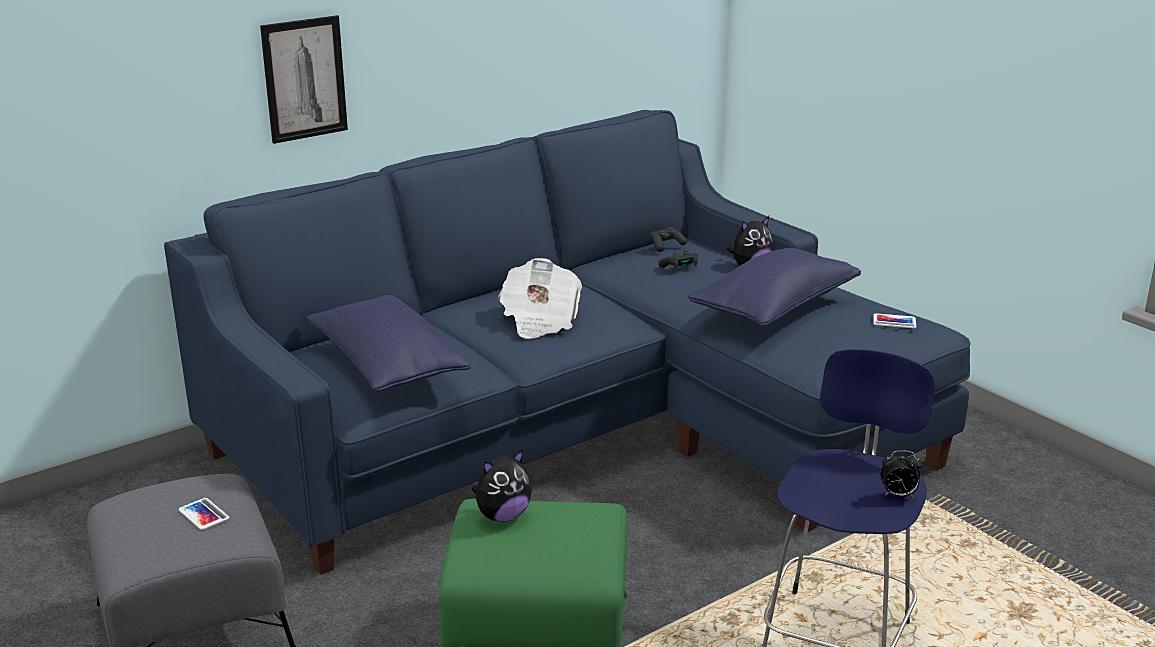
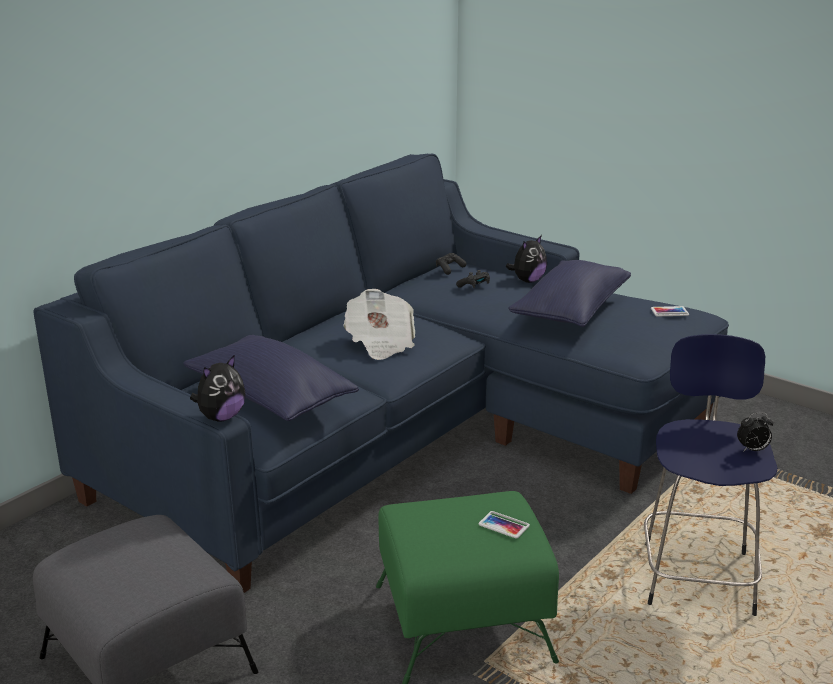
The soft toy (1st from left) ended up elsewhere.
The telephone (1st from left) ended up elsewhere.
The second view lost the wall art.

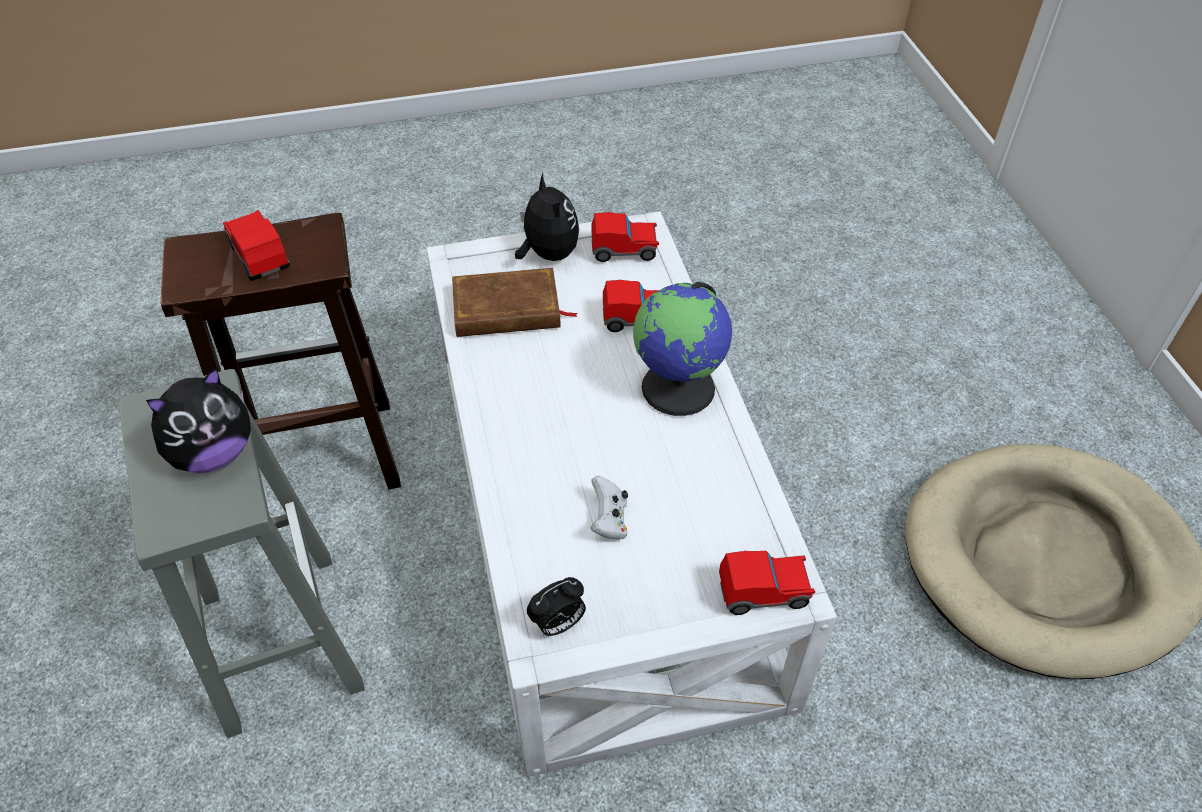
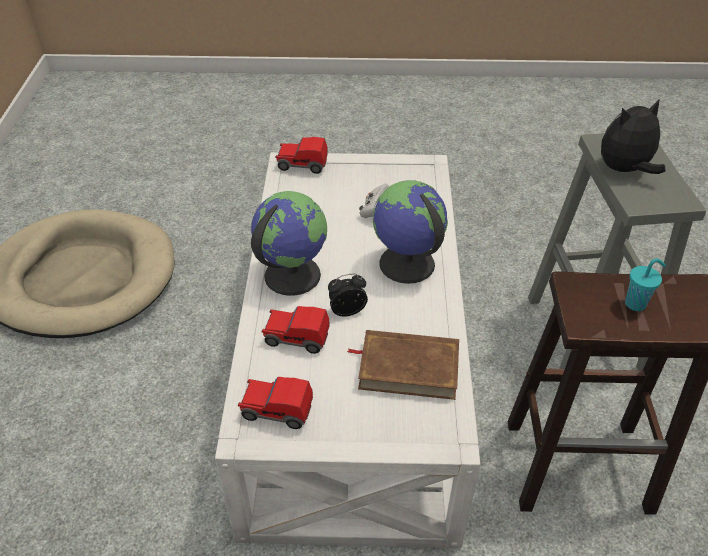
The bedside clock ended up elsewhere.
The second view gained the desk globe (2nd from left).
Where the toy car (1st from left) stood, the small cup (turquoise) came to stand.
The second view lost the soft toy (2nd from left).

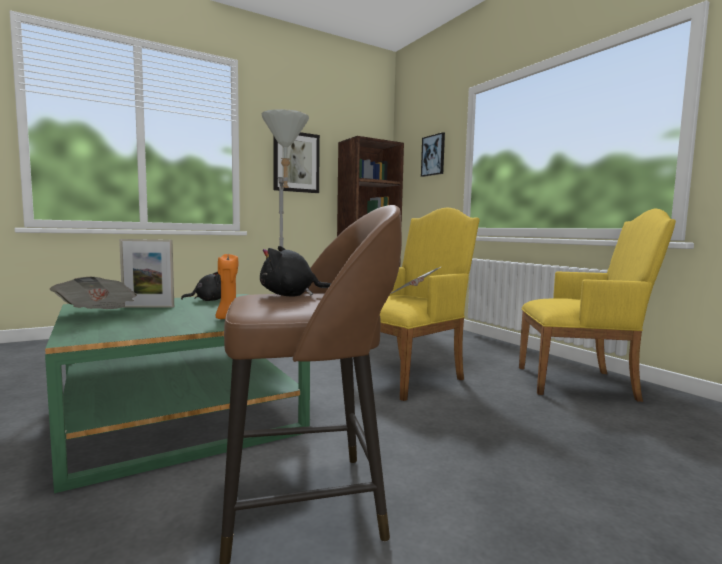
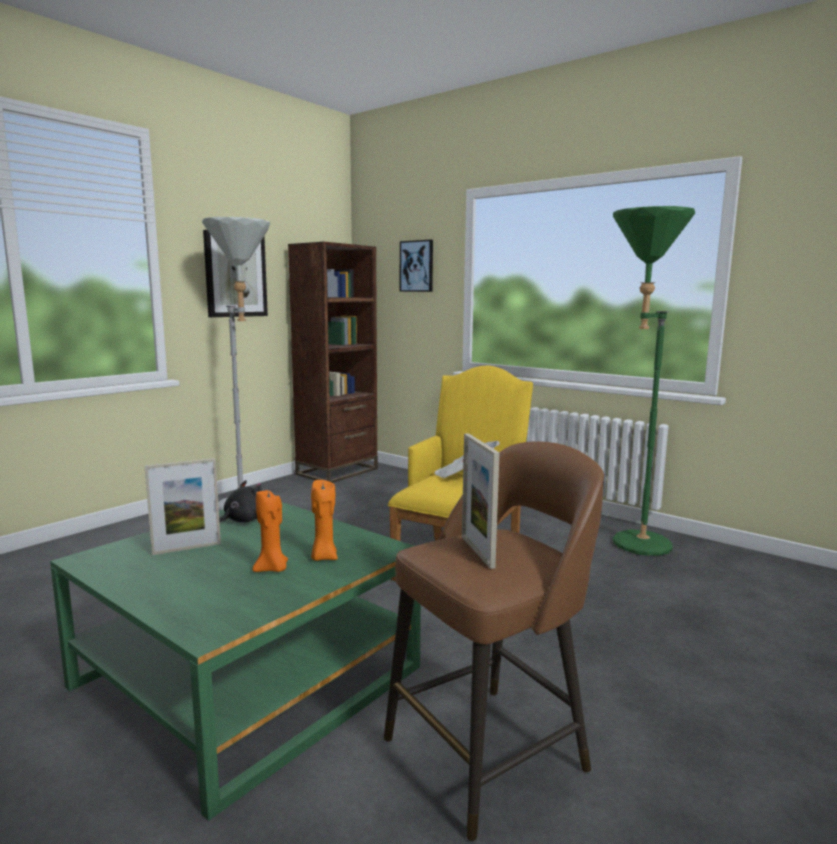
The second view gained the wax candle (orange-coloured) (1st from left).
Where the soft toy (blackish) (2nd from left) stood, the photo frame (2nd from left) came to stand.
Where the armchair (yellow) (2nd from left) stood, the standard lamp (greenish) came to stand.
The second view lost the printed paper (1st from left).

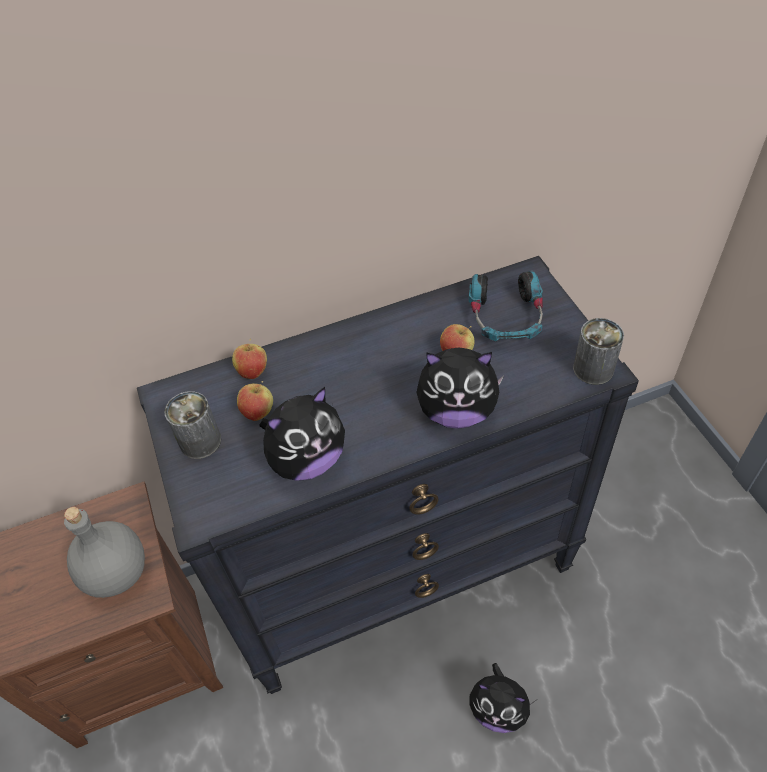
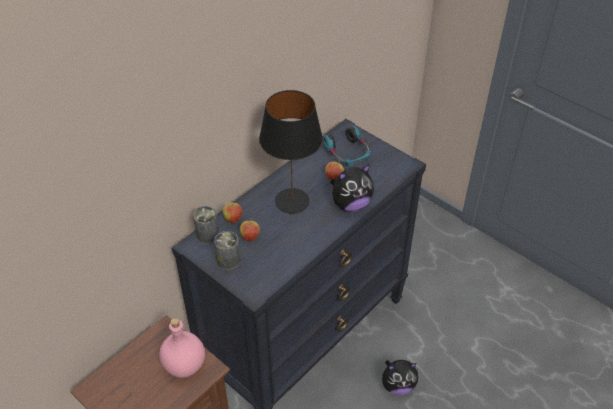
What was the drink bottle (grey) turned into the drink bottle (pink-coloured).
The can (2nd from left in the first image) ended up elsewhere.
The second view gained the lamp for a table (blackish).
The second view lost the soft toy (1st from left).

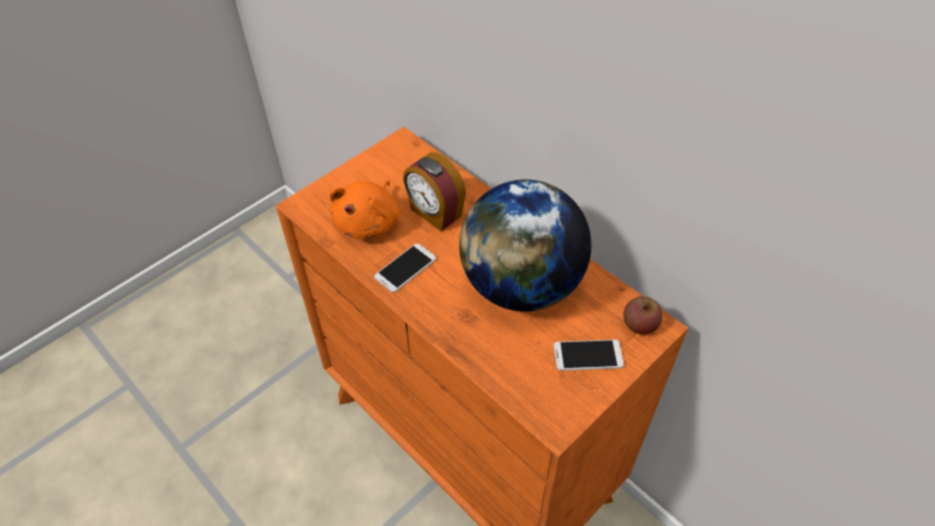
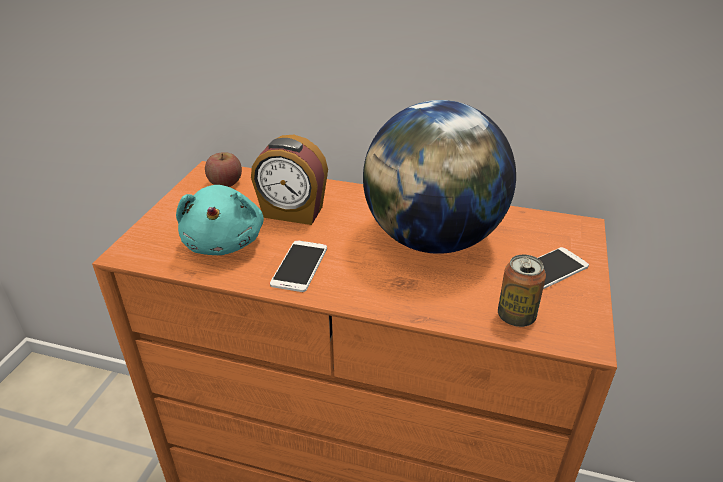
What was the soft toy (orange-coloured) turned into the soft toy (turquoise).
The apple ended up elsewhere.
The second view gained the can.

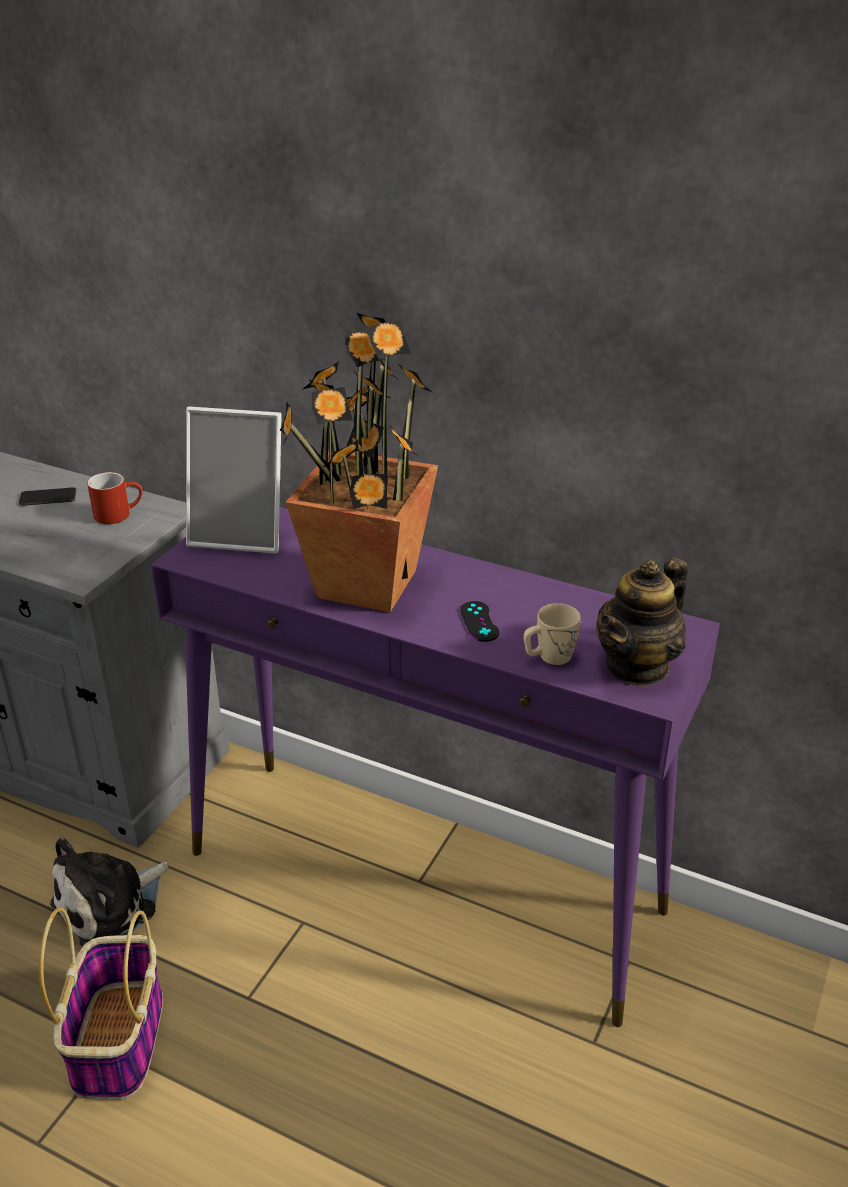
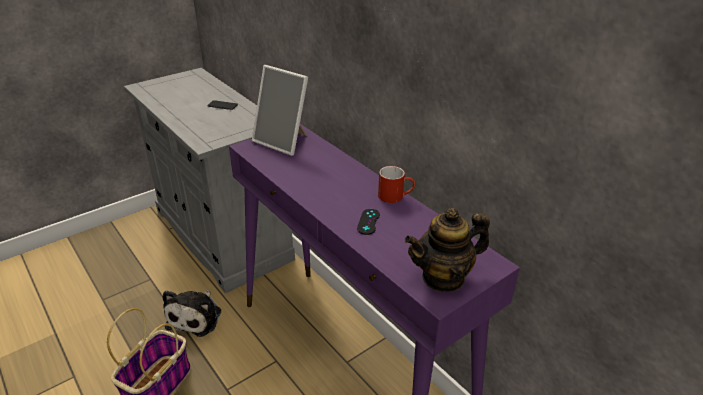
The soft toy ended up facing another way, 60 degrees counterclockwise from before.
The mug (reddish) ended up elsewhere.
The second view lost the plant in a pot.
The second view lost the mug (beige).

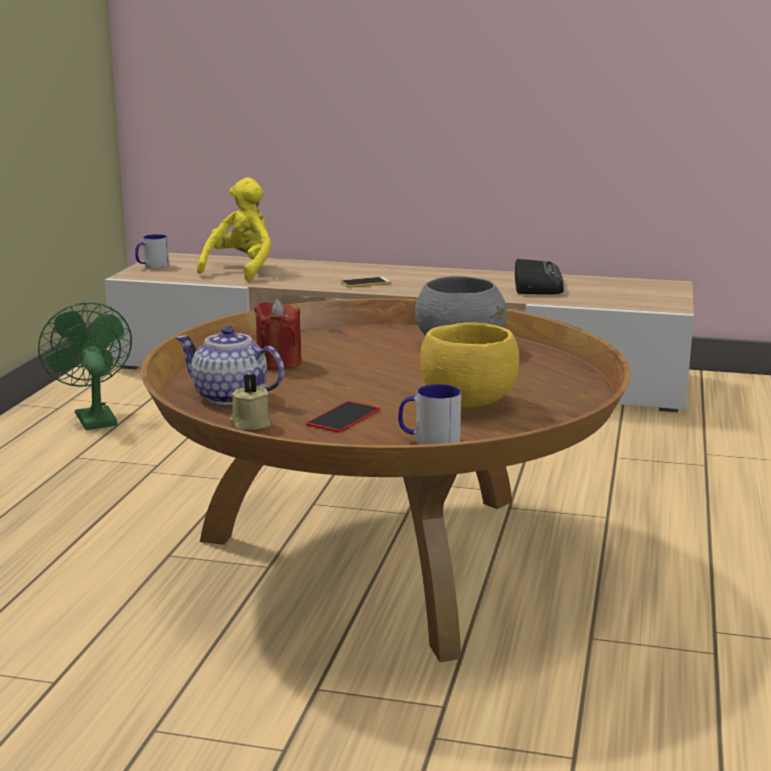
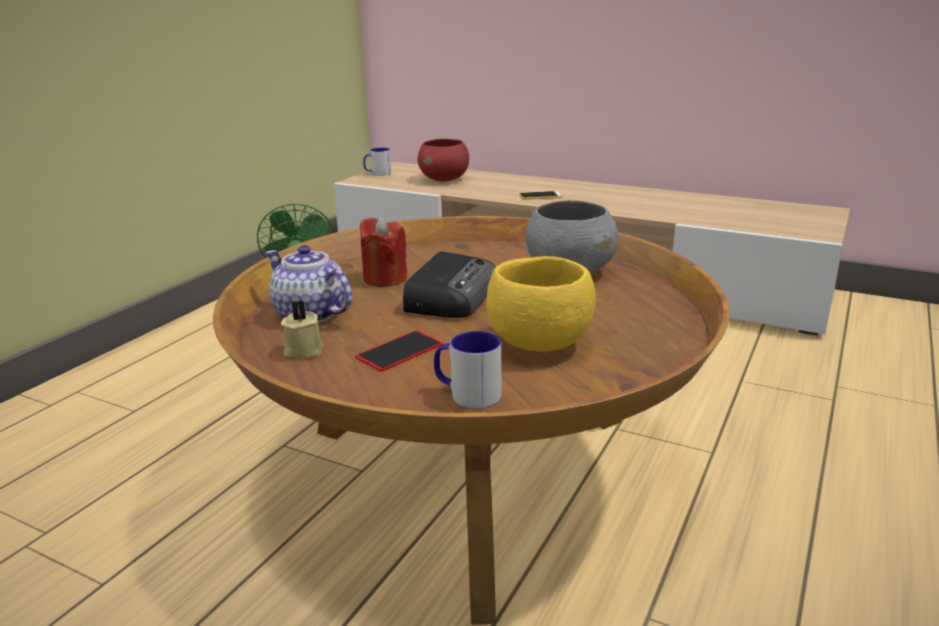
The radio ended up elsewhere.
Where the soft toy (yellow) stood, the serving bowl (reddish) came to stand.

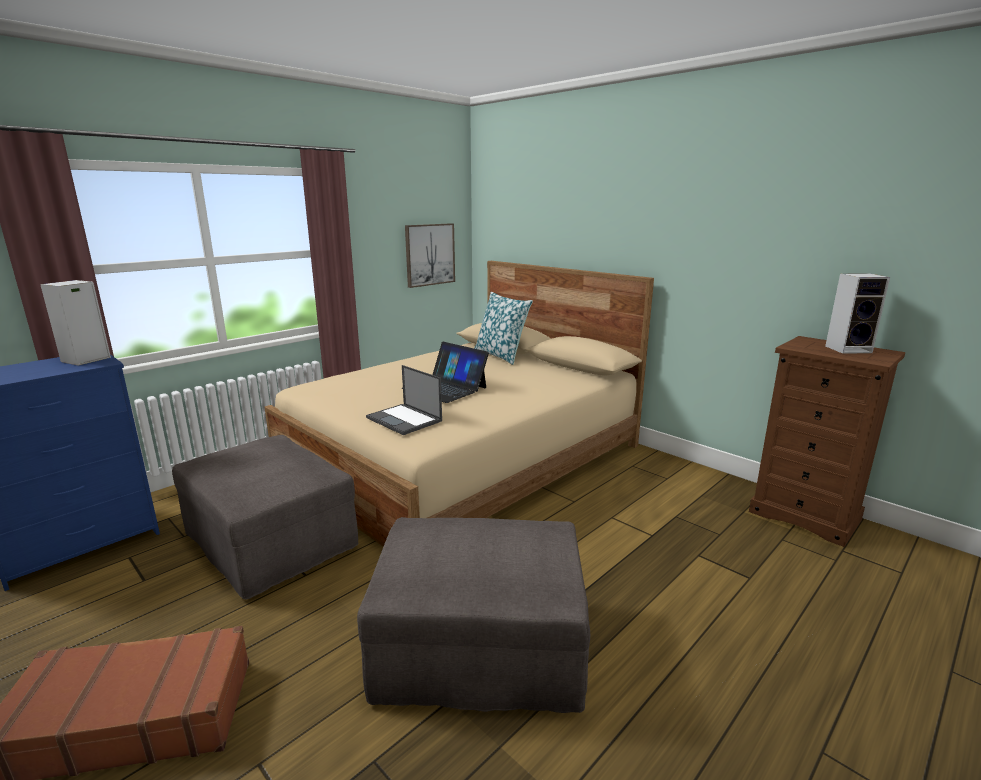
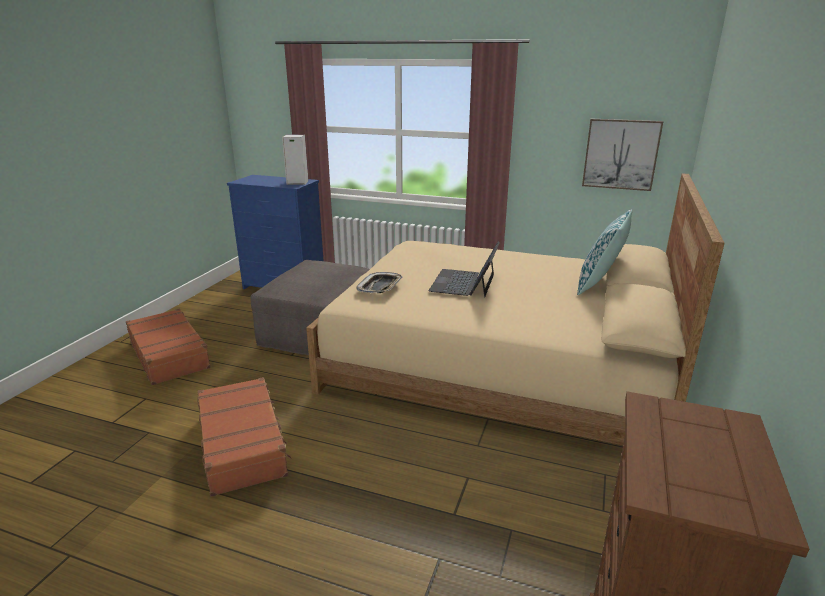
Where the footrest (grey) (2nd from left) stood, the travel case (brown) (2nd from left) came to stand.
Where the portable computer (1st from left) stood, the serving tray came to stand.
The second view lost the loudspeaker (2nd from left).

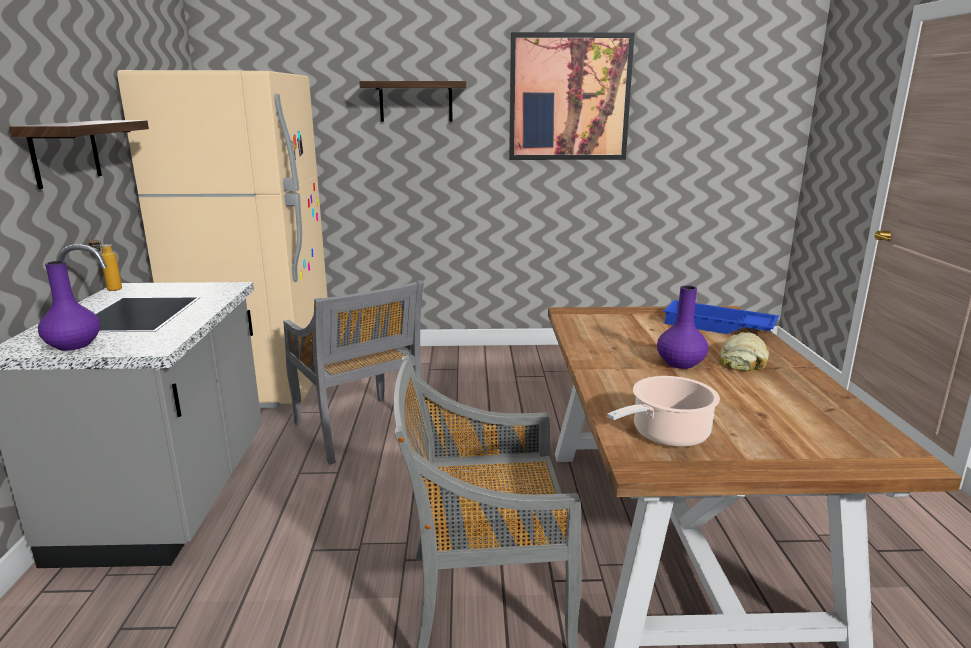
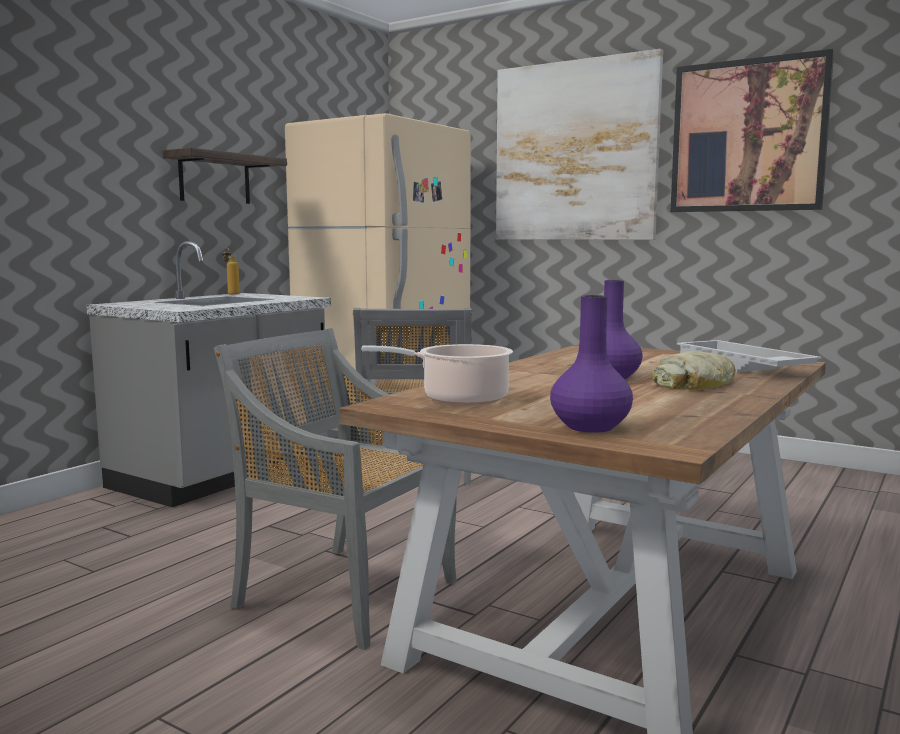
Where the shelf (2nd from left) hung, the wall art (1st from left) came to hang.
The vase (purplish) (1st from left) ended up elsewhere.
What was the serving tray (blue-coloured) turned into the serving tray (whitish).

